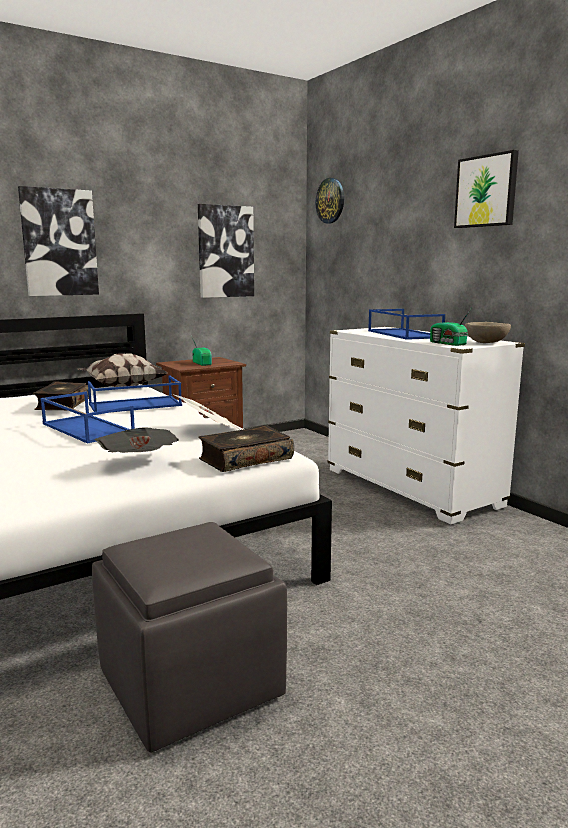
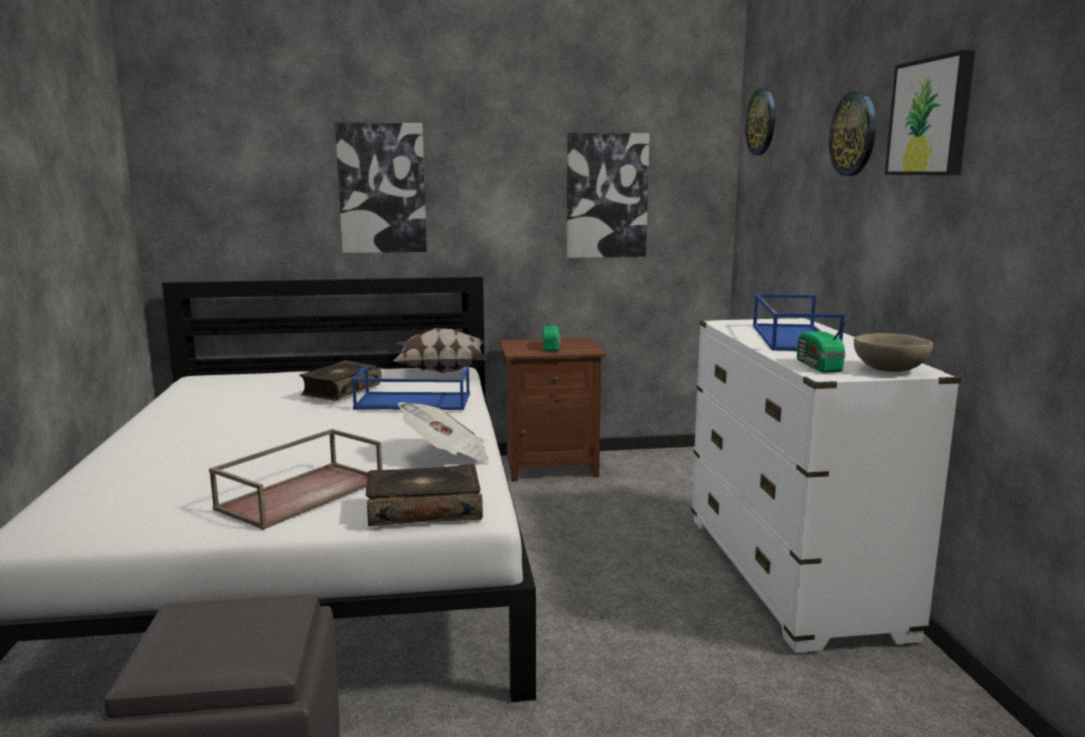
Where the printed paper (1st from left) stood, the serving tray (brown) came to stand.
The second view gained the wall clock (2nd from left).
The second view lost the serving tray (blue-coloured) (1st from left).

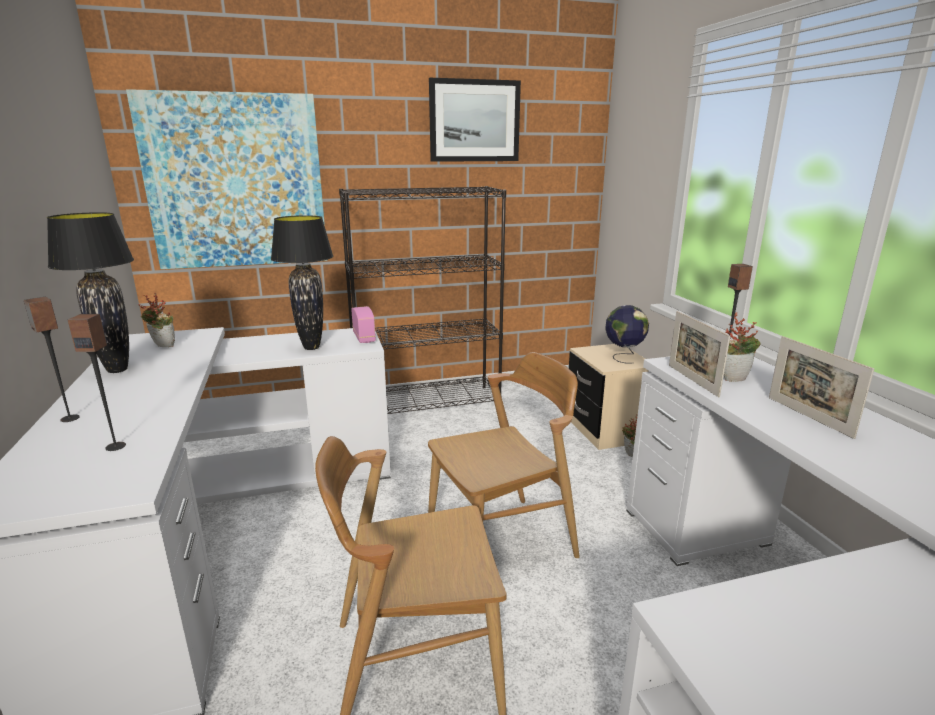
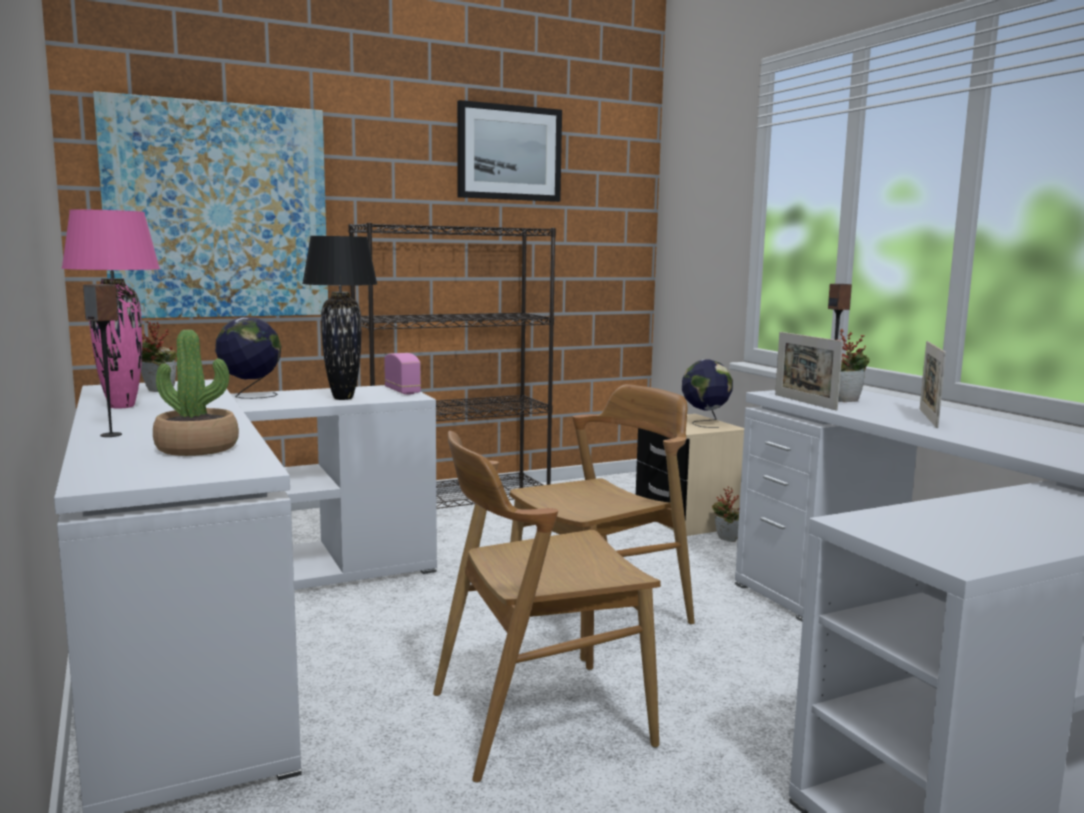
What was the lamp for a table (blackish) (1st from left) turned into the lamp for a table (pink-coloured).
Where the loudspeaker (2nd from left) stood, the plant in a pot (2nd from left) came to stand.
The second view gained the desk globe (1st from left).
The photo frame (2nd from left) ended up facing another way, 45 degrees clockwise from before.

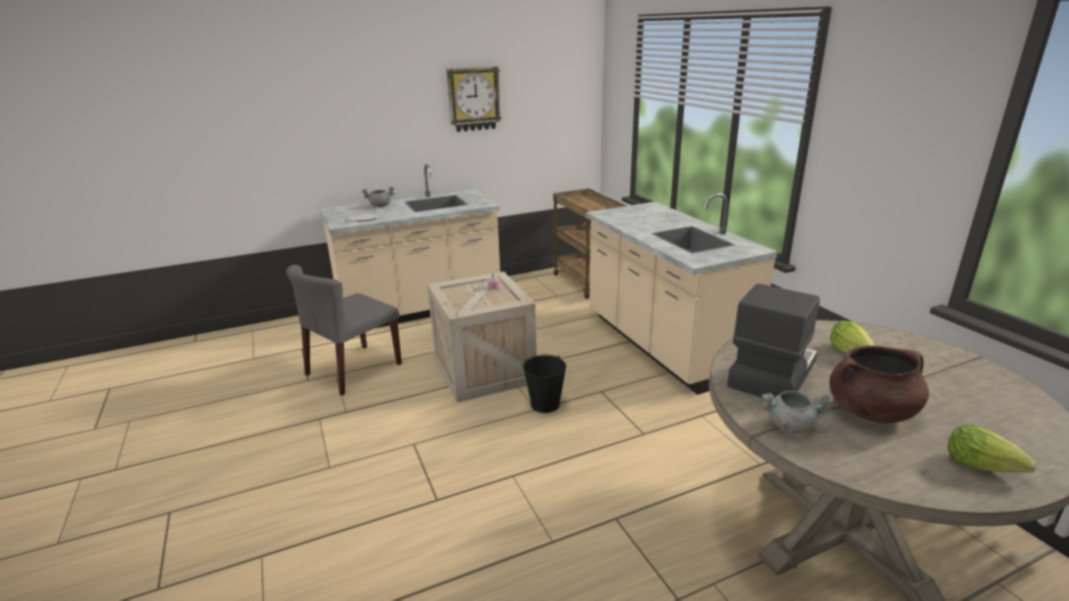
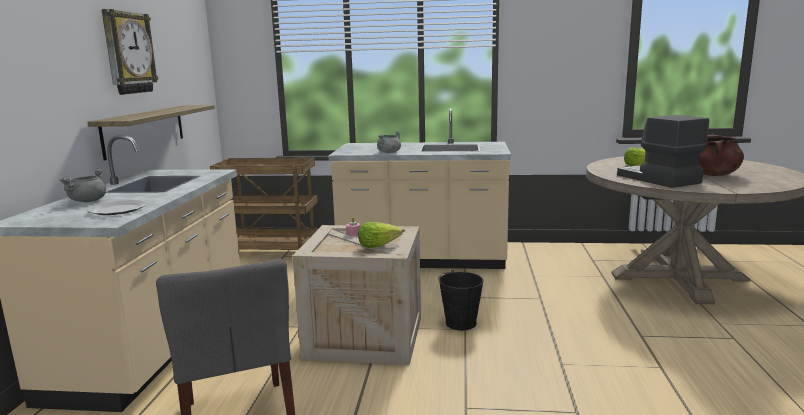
The second view gained the shelf.
The lettuce (2nd from left in the first image) ended up elsewhere.
The cooking pot (grey) (2nd from left) ended up elsewhere.

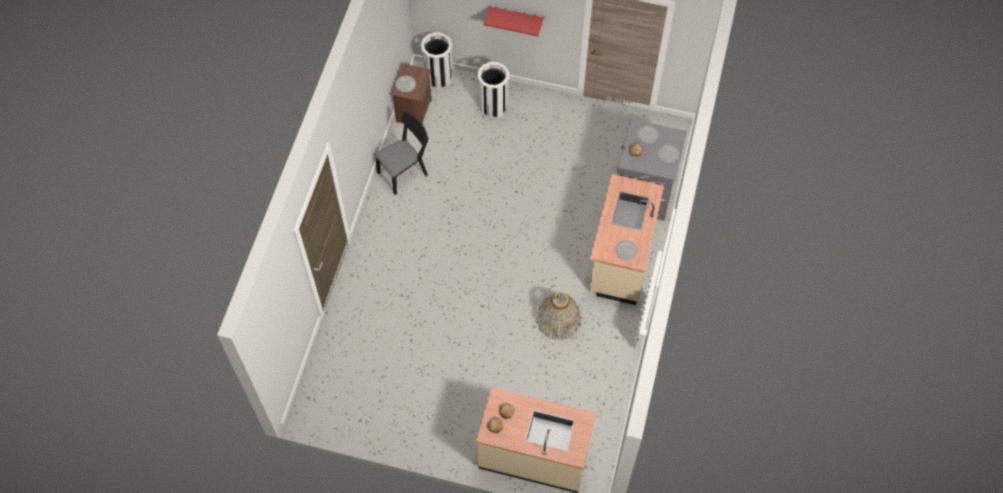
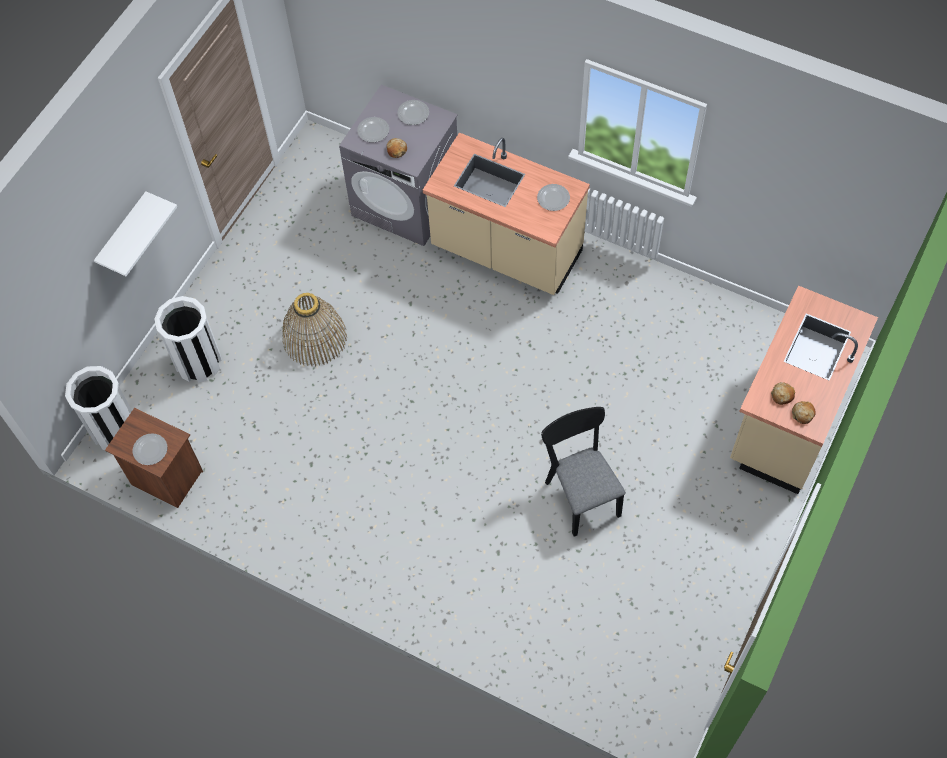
What was the shelf (reddish) turned into the shelf (whitish).
The household basket ended up elsewhere.
The upright chair (blackish) ended up elsewhere.

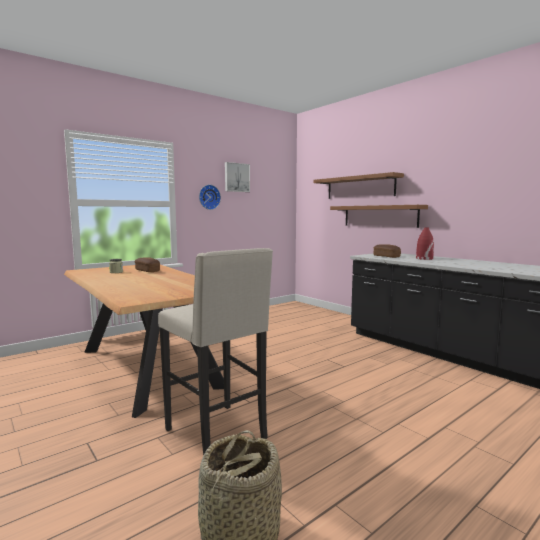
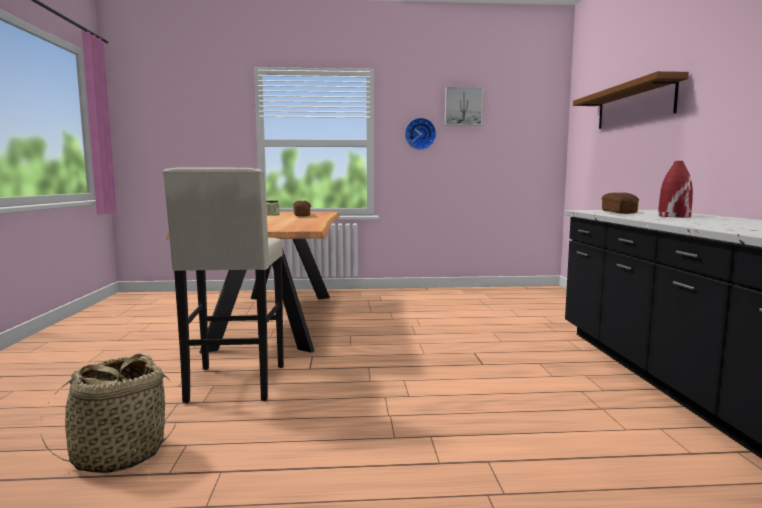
The second view lost the shelf (brown) (2nd from left).

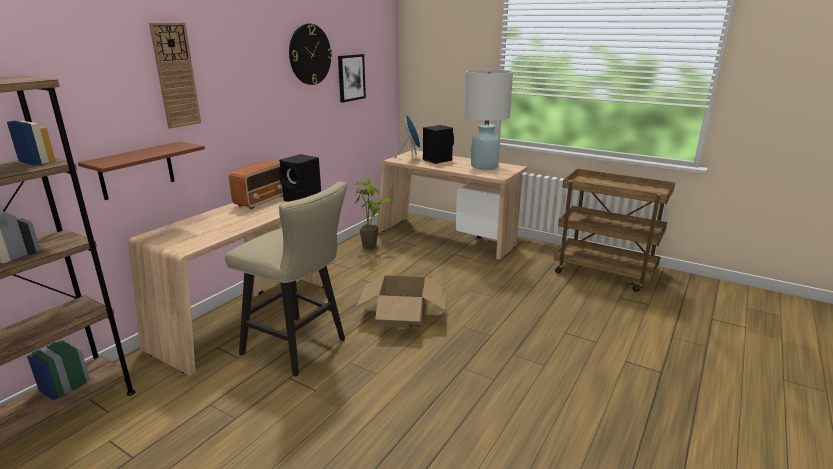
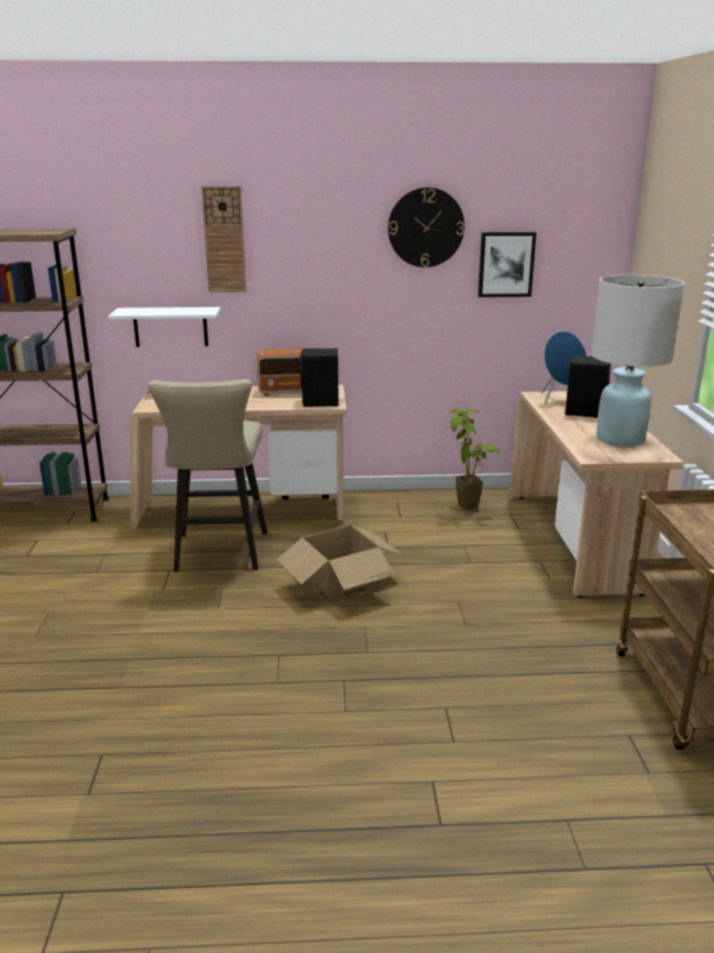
What was the shelf (brown) turned into the shelf (whitish).

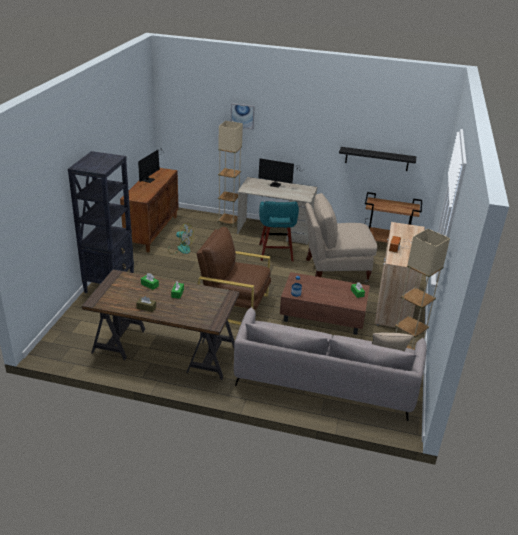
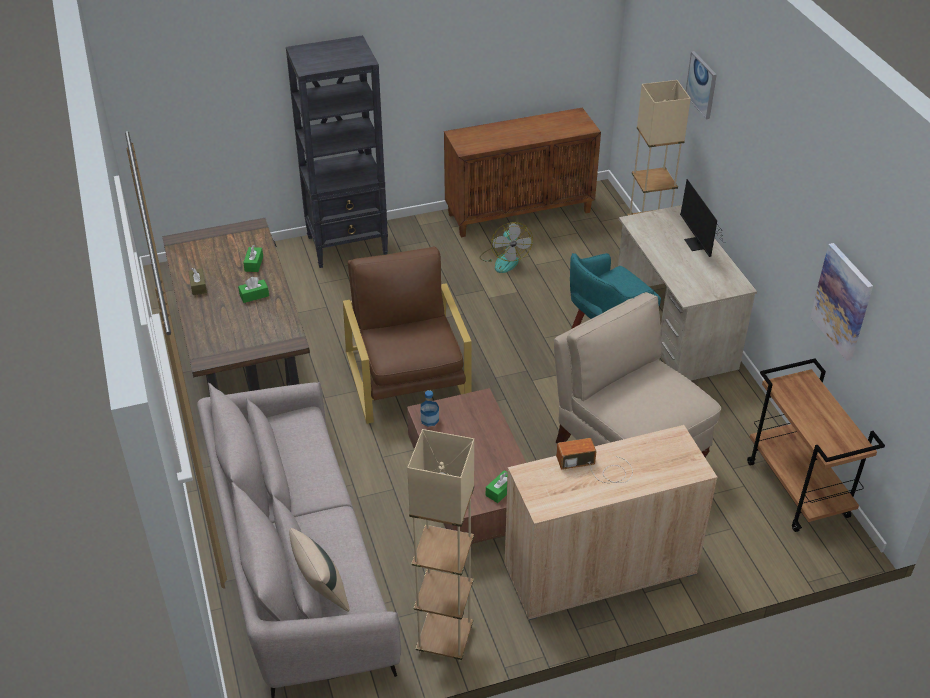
Where the shelf (blackish) hung, the wall art (2nd from left) came to hang.
The second view lost the computer screen (1st from left).

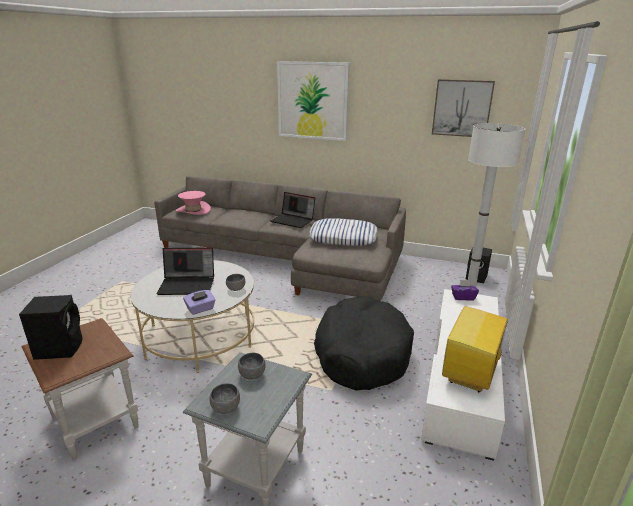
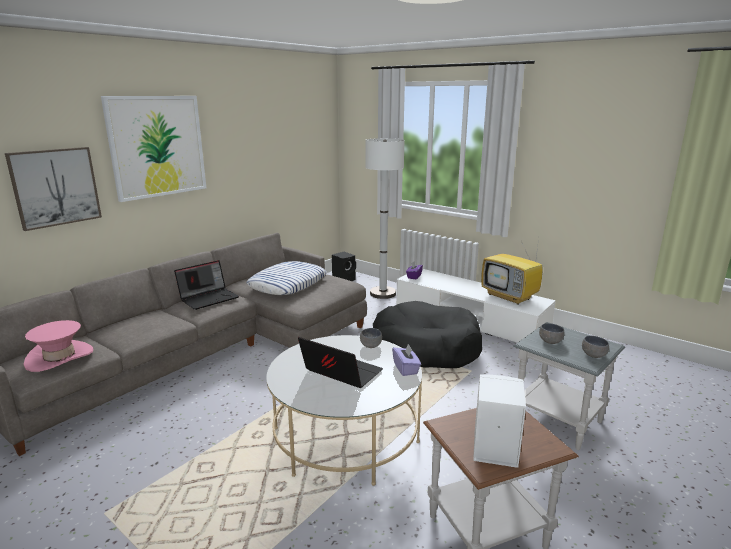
The wall art (2nd from left in the first image) ended up elsewhere.
The portable computer (1st from left in the first image) ended up facing another way, 75 degrees counterclockwise from before.
What was the loudspeaker (blackish) (1st from left) turned into the loudspeaker (whitish).

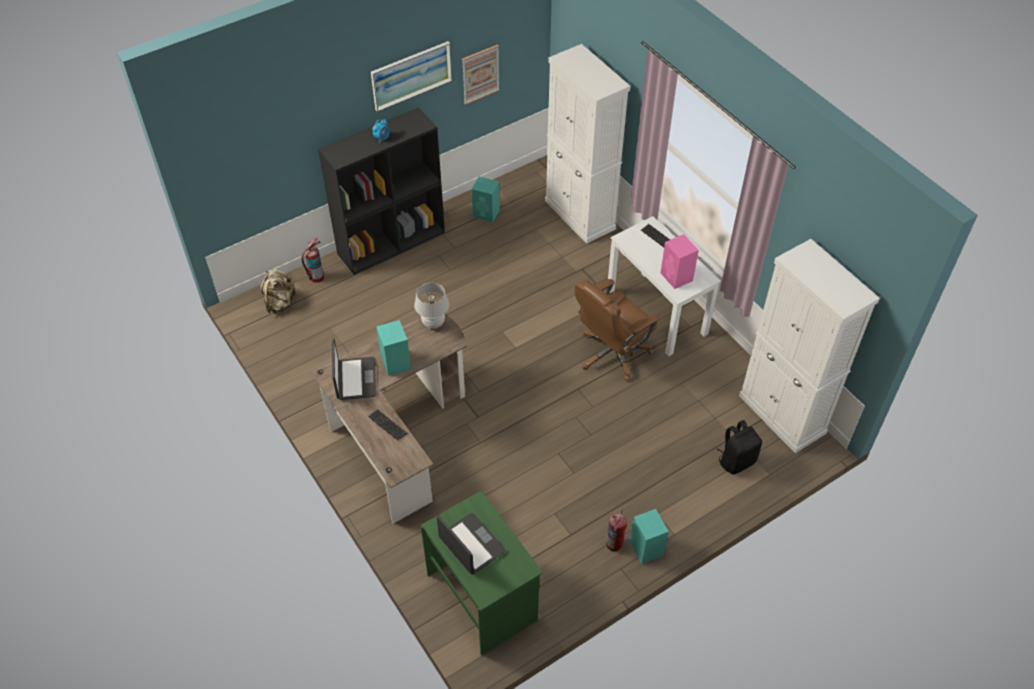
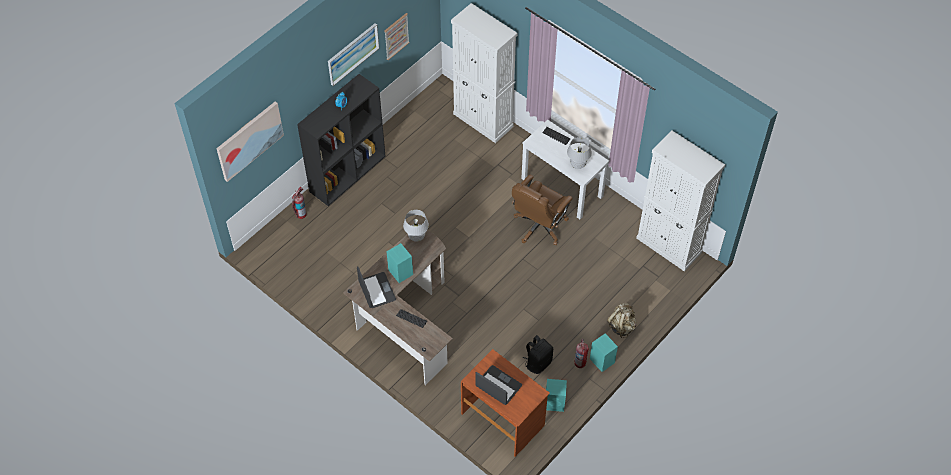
The second view gained the wall art (1st from left).
What was the desk unit (greenish) turned into the desk unit (brown) (2nd from left).
The backpack (blackish) ended up elsewhere.
The loudspeaker (turquoise) (2nd from left) ended up elsewhere.
Where the loudspeaker (pink-coloured) stood, the lamp for a table (whitish) (2nd from left) came to stand.
The backpack (beige) ended up elsewhere.

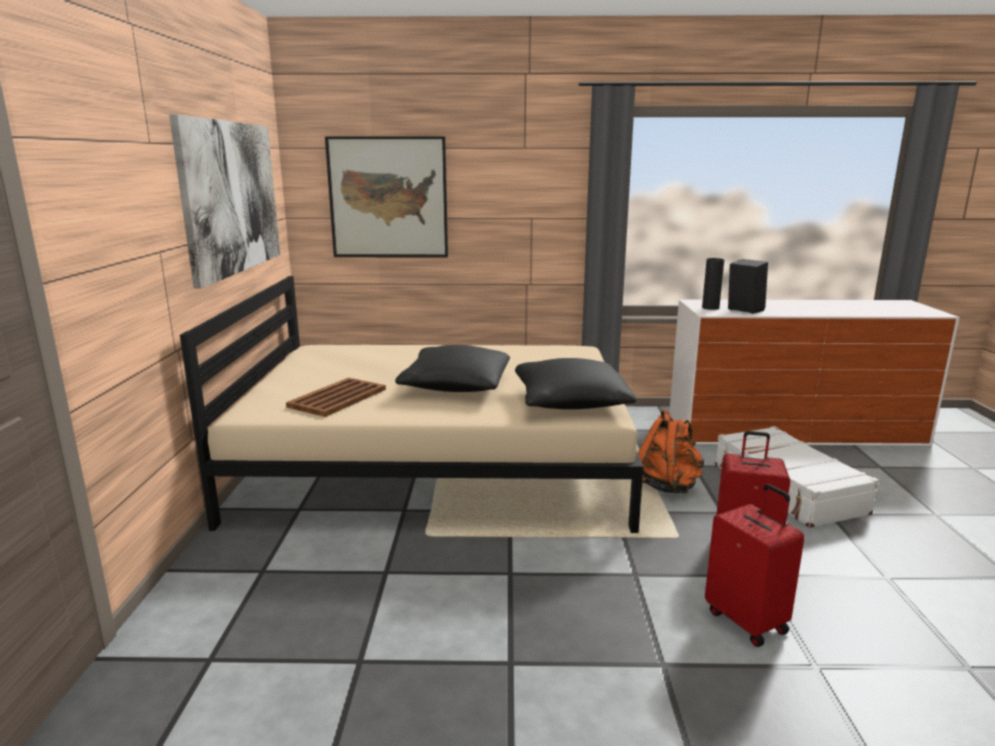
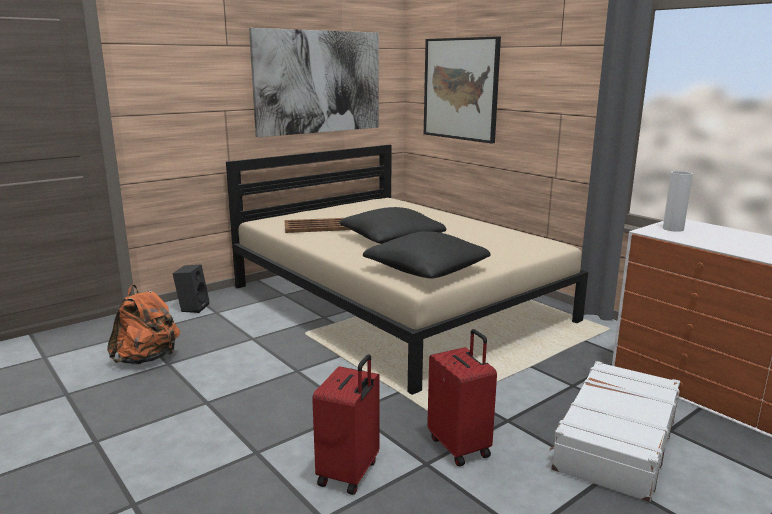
The backpack (orange-coloured) ended up elsewhere.
The loudspeaker (blackish) ended up elsewhere.
What was the vase (blackish) turned into the vase (whitish).

